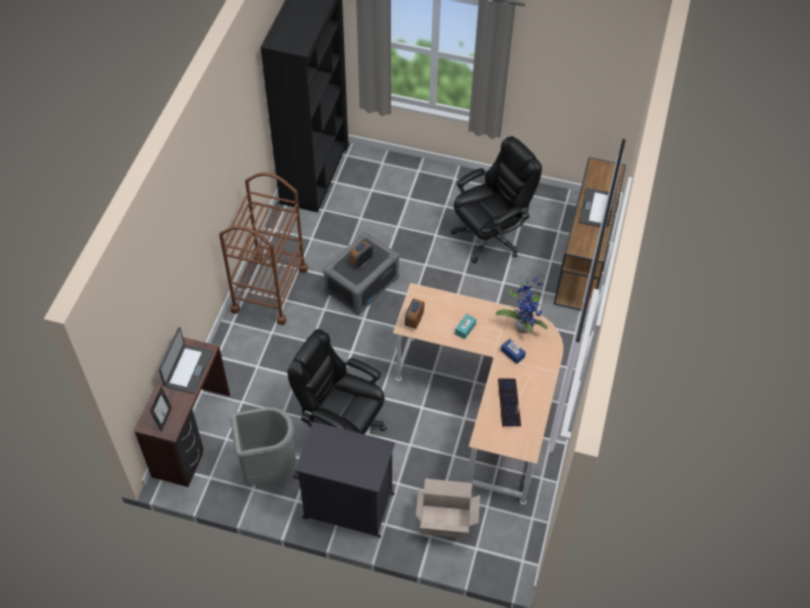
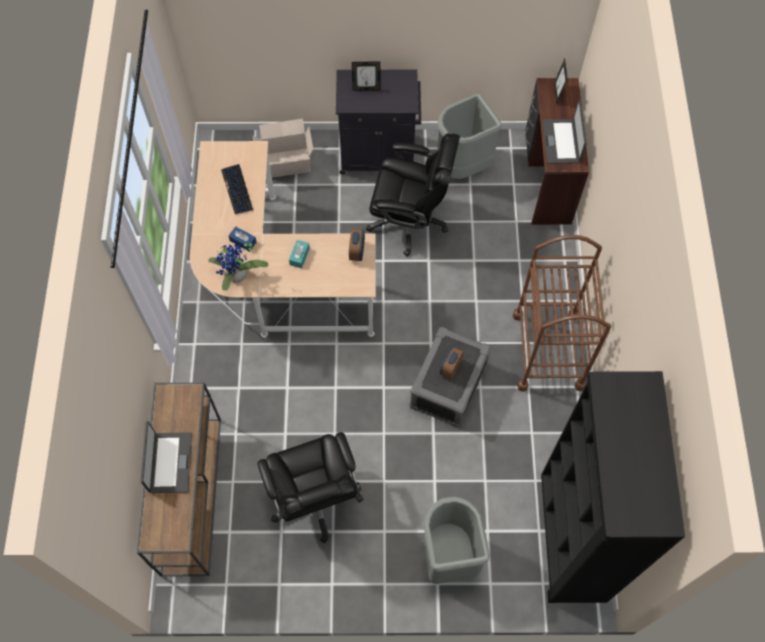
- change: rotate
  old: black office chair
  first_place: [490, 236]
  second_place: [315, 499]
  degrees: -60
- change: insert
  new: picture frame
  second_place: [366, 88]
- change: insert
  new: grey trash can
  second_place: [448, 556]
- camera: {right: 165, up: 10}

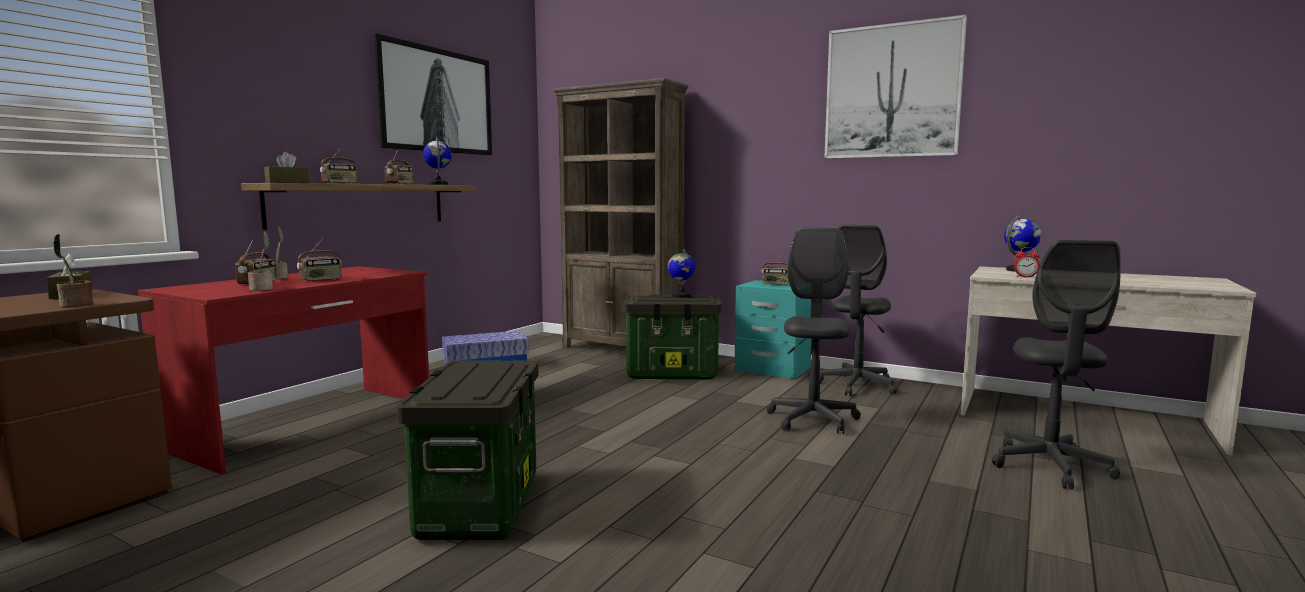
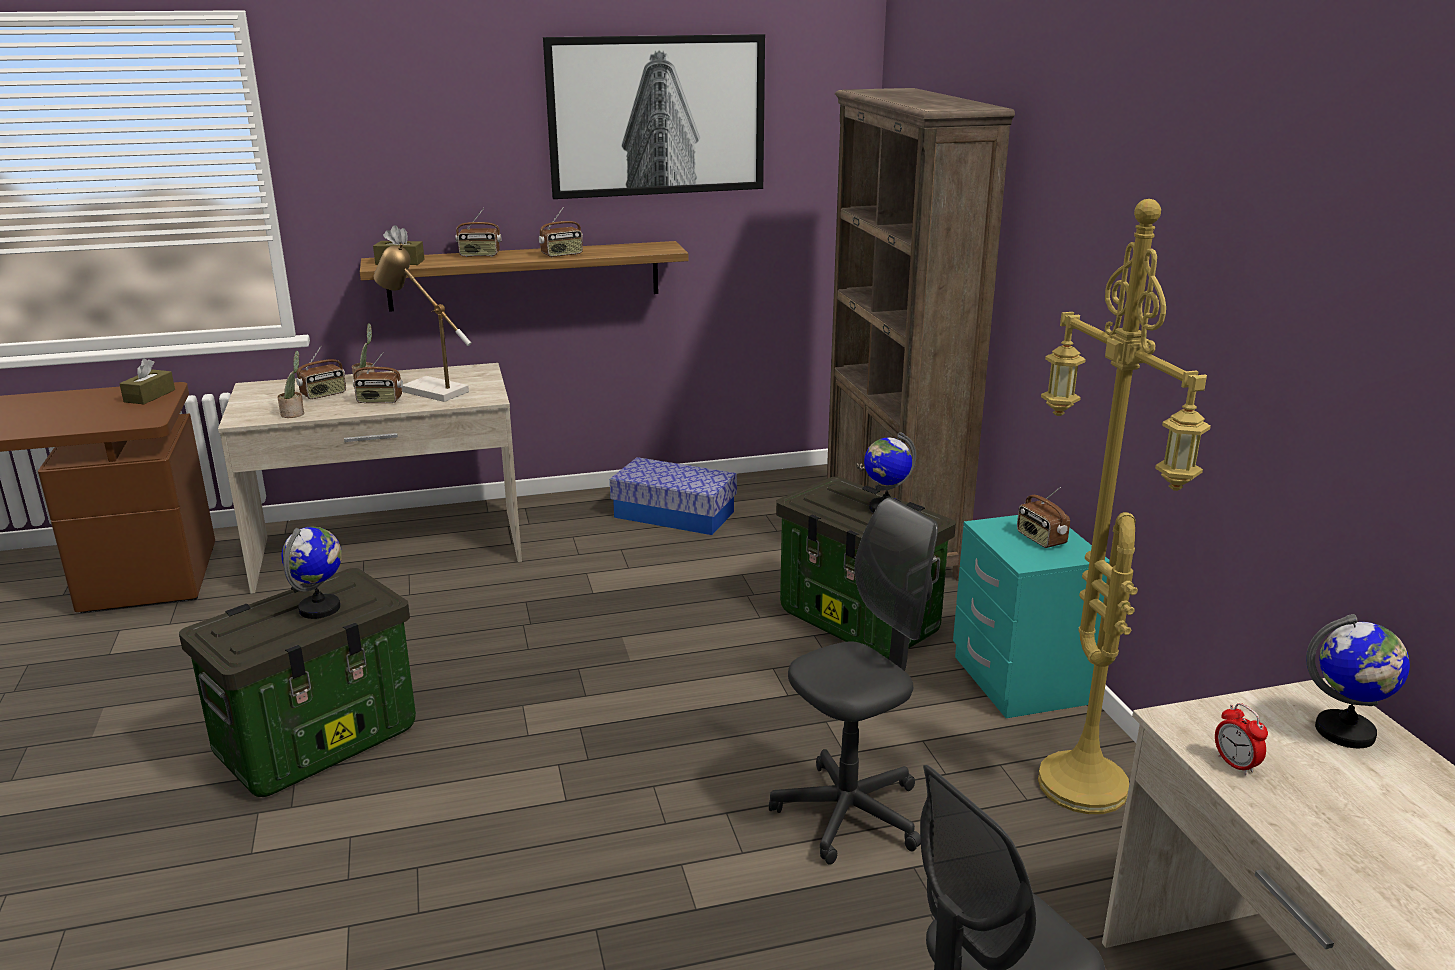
- change: delete
  old: picture
  first_place: [892, 91]
- change: move
  old: globe
  first_place: [438, 184]
  second_place: [320, 608]
- change: replace
  old: grey office chair
  new: yellow floor lamp
  first_place: [857, 386]
  second_place: [1075, 784]
- change: delete
  old: potted plant
  first_place: [75, 305]
- change: recolor
  old: red desk
  new: beige desk
  first_place: [308, 424]
  second_place: [389, 550]
- change: insert
  new: table lamp
  second_place: [427, 390]
- camera: {right: 45, up: 15}

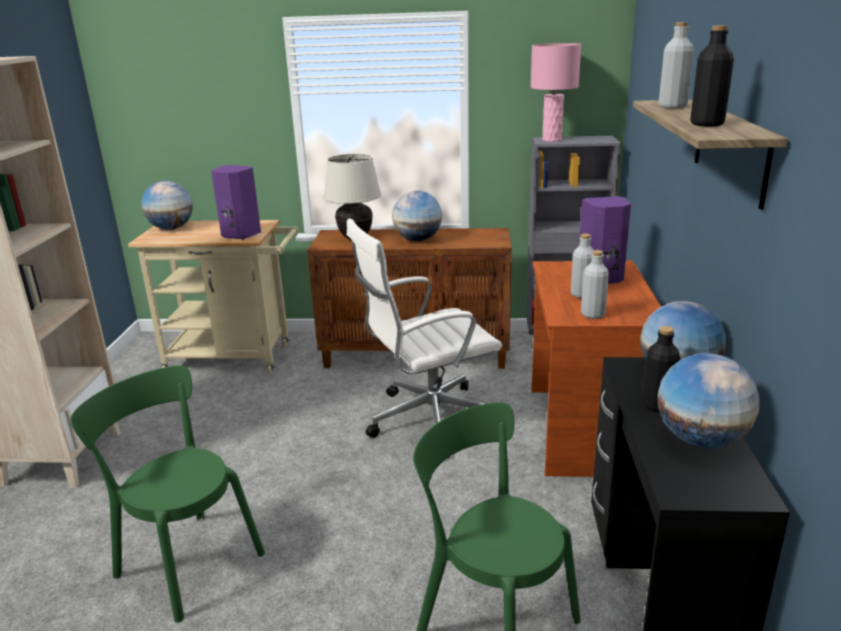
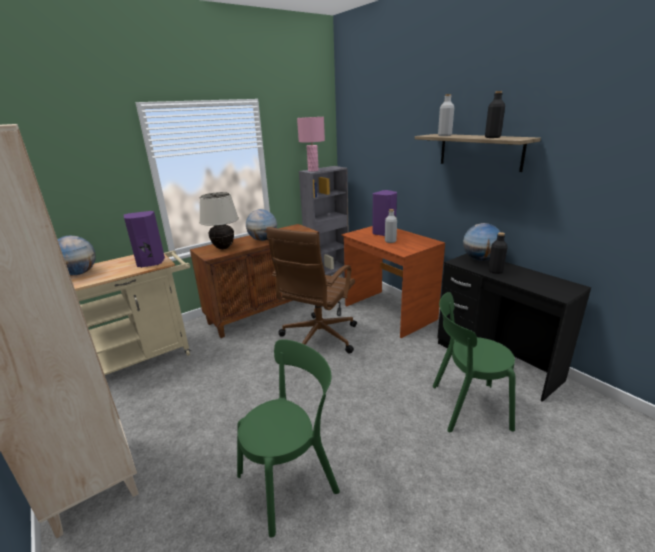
- change: recolor
  old: white office chair
  new: brown office chair
  first_place: [428, 420]
  second_place: [318, 338]
- change: delete
  old: grey bottle
  first_place: [592, 314]
- change: delete
  old: globe
  first_place: [701, 440]
- change: rotate
  old: green chair
  first_place: [186, 561]
  second_place: [291, 480]
  degrees: 150
- camera: {right: -40, up: 0}

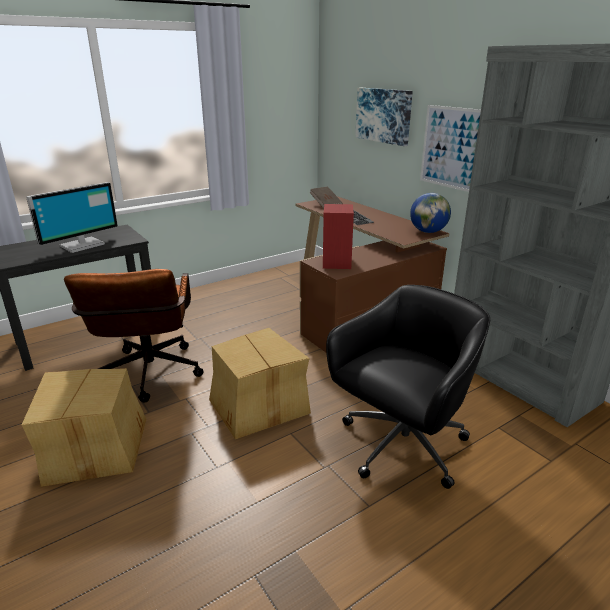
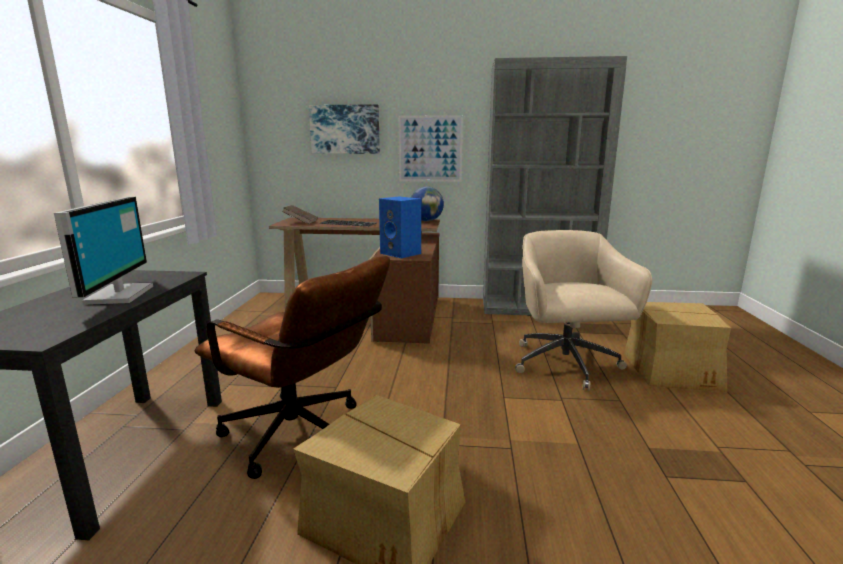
- change: recolor
  old: red speaker
  new: blue speaker
  first_place: [337, 263]
  second_place: [401, 253]
- change: recolor
  old: black office chair
  new: beige office chair
  first_place: [401, 446]
  second_place: [566, 365]
- change: move
  old: cardboard box
  first_place: [258, 405]
  second_place: [673, 370]
- camera: {right: -50, up: -10}

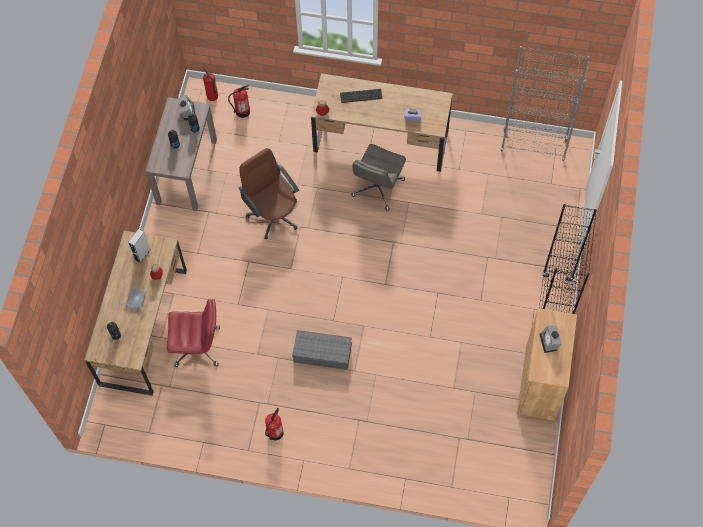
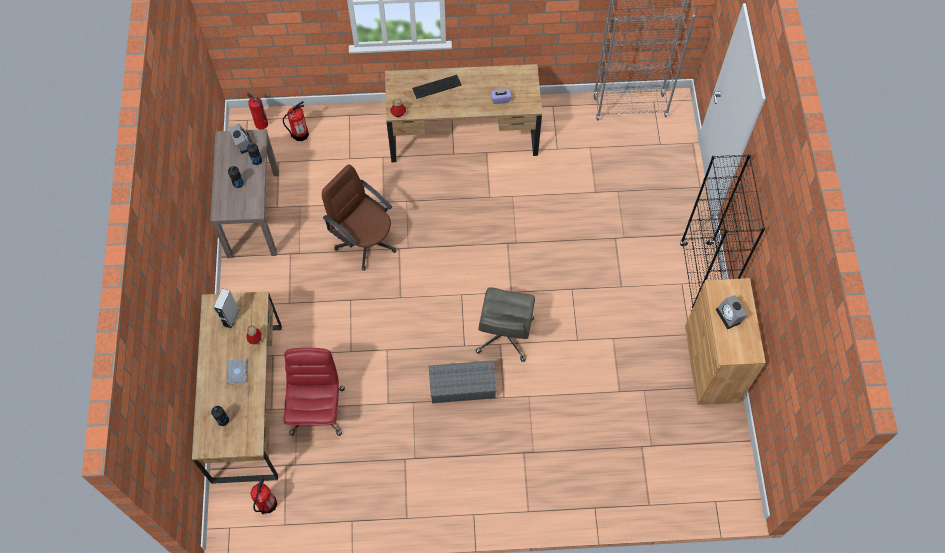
- change: move
  old: grey office chair
  first_place: [378, 188]
  second_place: [504, 336]
- change: rotate
  old: red office chair
  first_place: [198, 346]
  second_place: [317, 410]
  degrees: -75
- change: move
  old: fire extinguisher
  first_place: [275, 432]
  second_place: [267, 504]
- camera: {right: -15, up: 0}

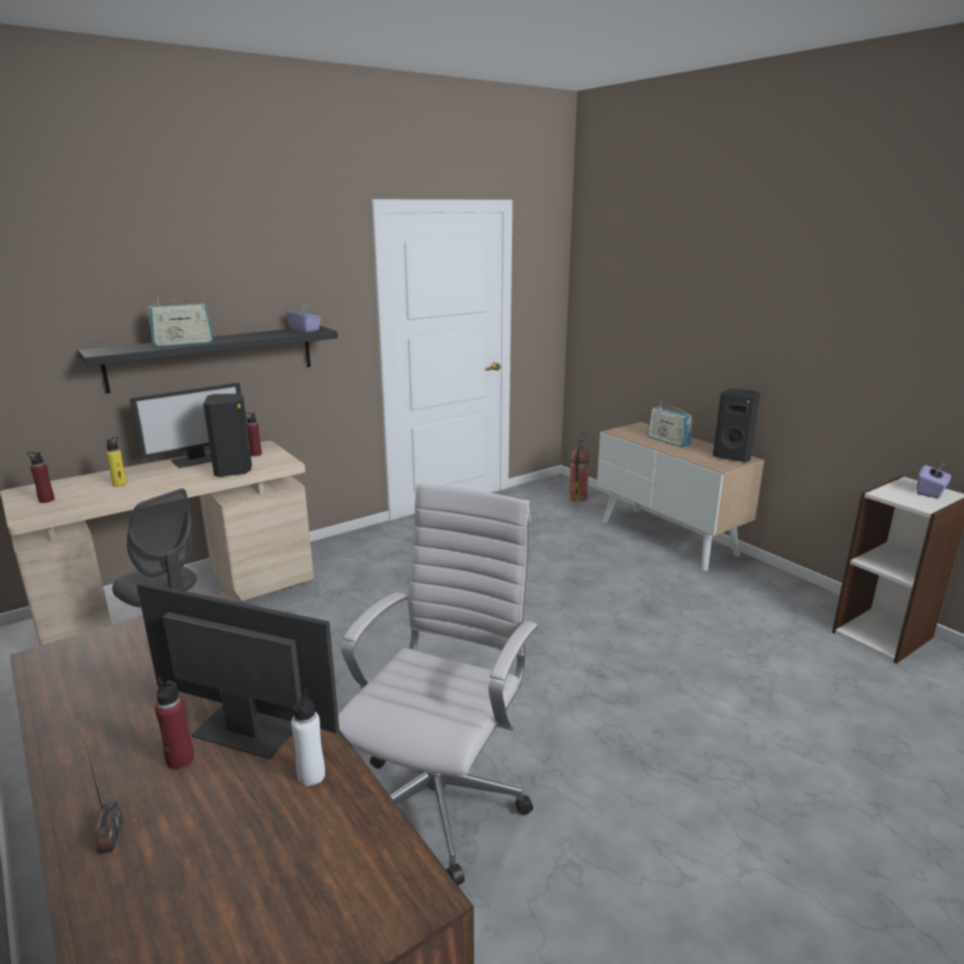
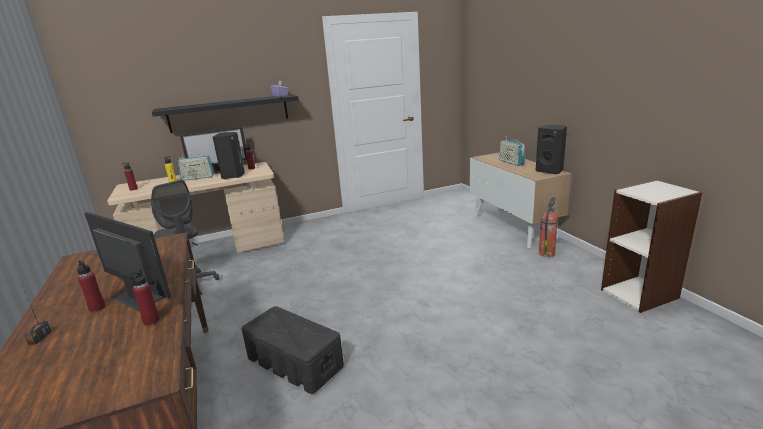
- change: move
  old: radio
  first_place: [183, 344]
  second_place: [198, 178]
- change: move
  old: fire extinguisher
  first_place: [578, 497]
  second_place: [546, 253]
- change: delete
  old: purple tissue box
  first_place: [930, 492]
- change: replace
  old: white office chair
  new: black storage box
  first_place: [442, 799]
  second_place: [295, 363]
- change: recolor
  old: white bottle
  new: red bottle
  first_place: [311, 776]
  second_place: [151, 320]
- camera: {right: 15, up: 0}

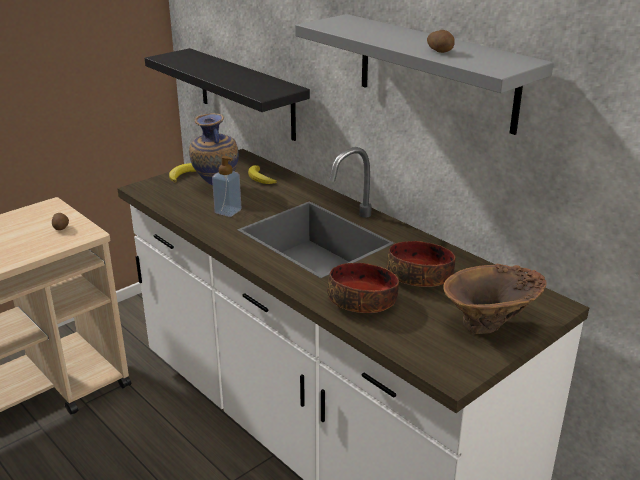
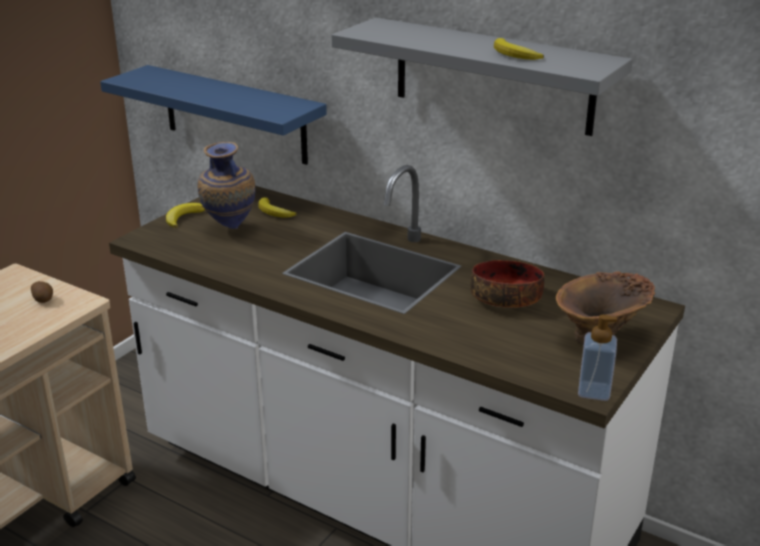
- change: replace
  old: potato
  new: banana
  first_place: [441, 51]
  second_place: [514, 55]
- change: recolor
  old: black shelf
  new: blue shelf
  first_place: [246, 94]
  second_place: [234, 114]
- change: move
  old: soap dispenser
  first_place: [228, 211]
  second_place: [594, 391]
- change: delete
  old: bowl
  first_place: [363, 301]
- camera: {right: -15, up: 0}

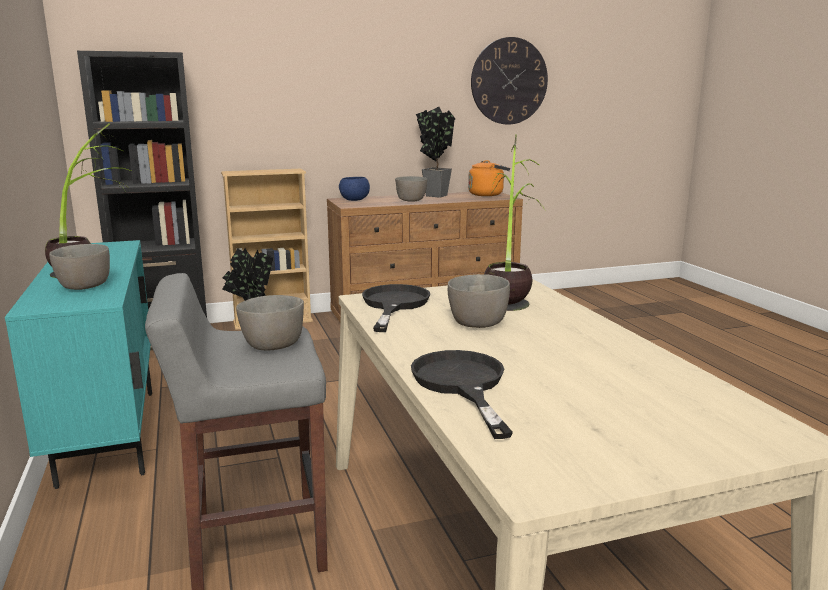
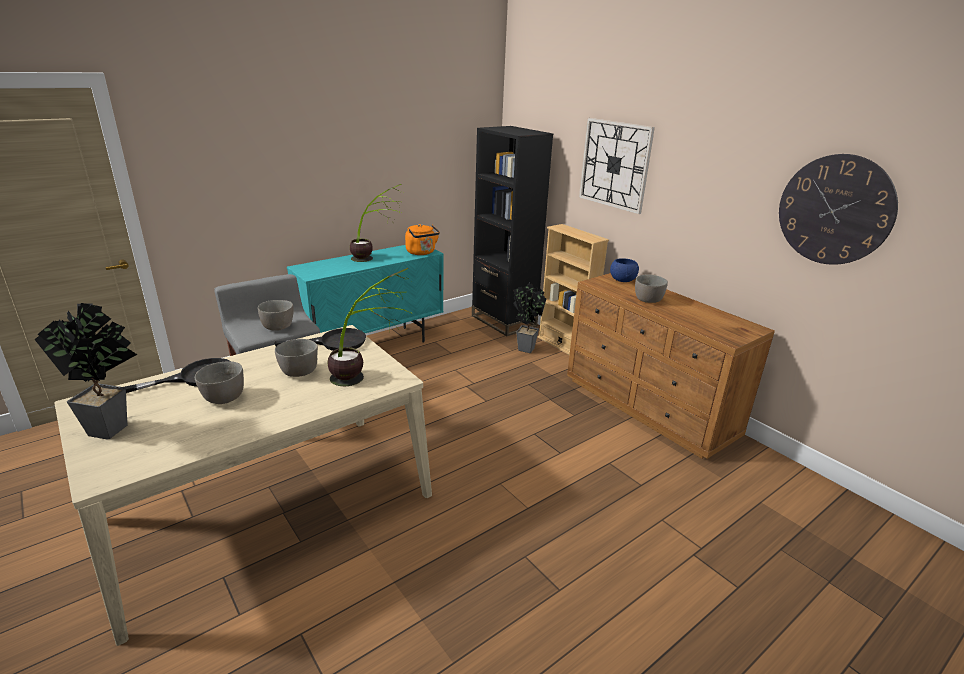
- change: move
  old: potted plant
  first_place: [434, 195]
  second_place: [115, 427]
- change: move
  old: orange kettle
  first_place: [488, 194]
  second_place: [422, 252]
- change: move
  old: grey bowl
  first_place: [84, 287]
  second_place: [223, 398]
- change: insert
  new: wall clock
  second_place: [615, 165]
- camera: {right: 70, up: 10}

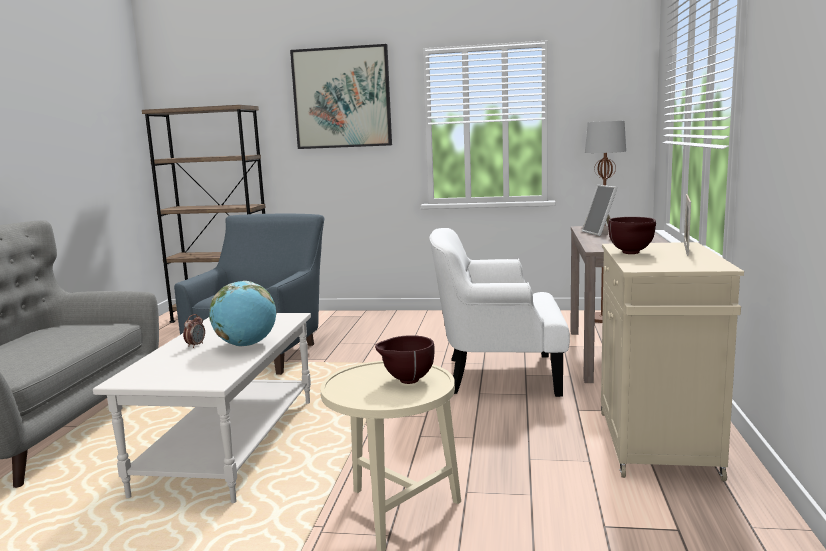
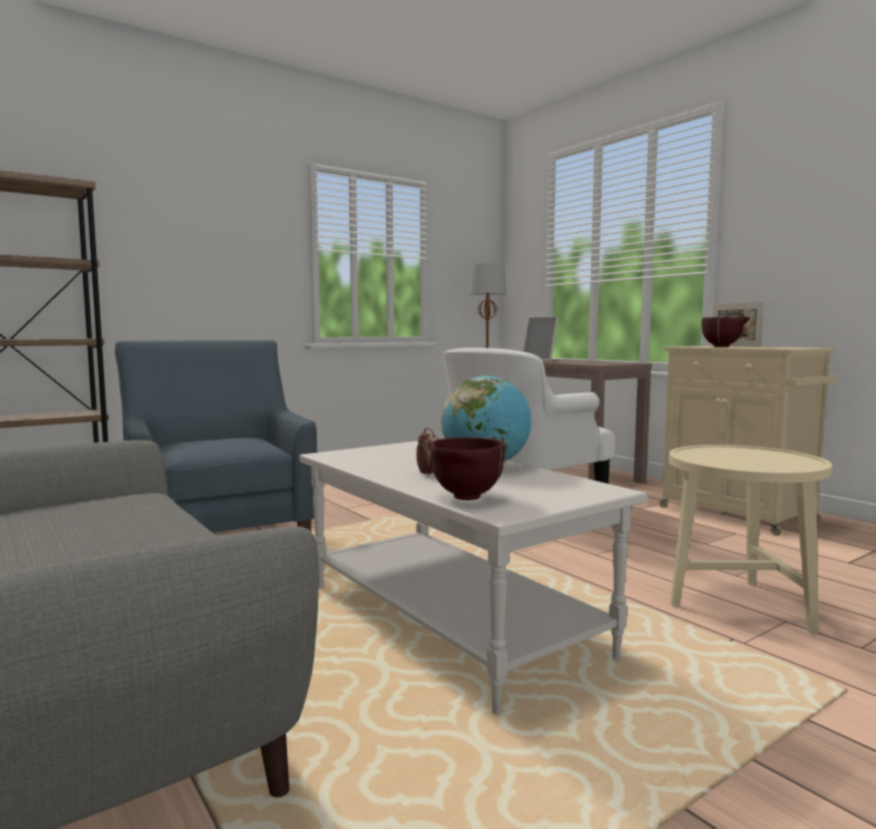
- change: delete
  old: picture
  first_place: [342, 98]
- change: move
  old: brown bowl
  first_place: [406, 381]
  second_place: [465, 498]
- camera: {right: -45, up: -5}

